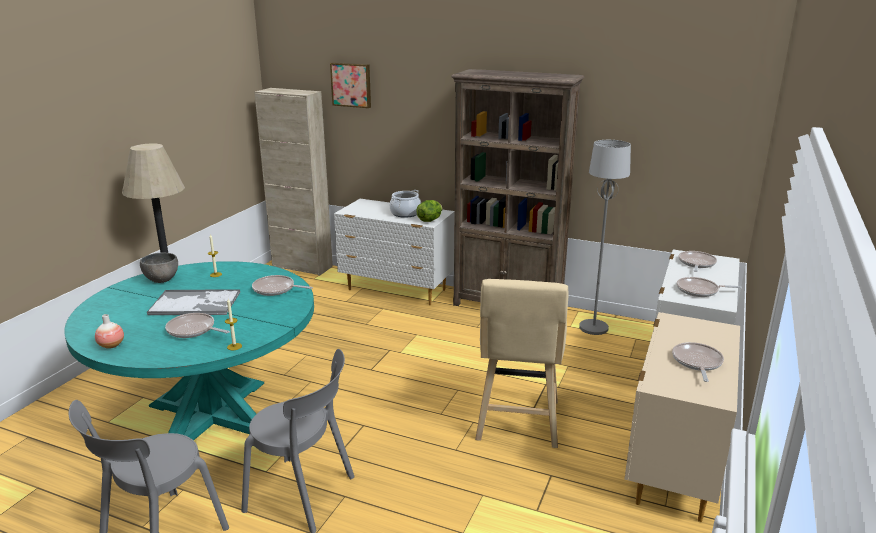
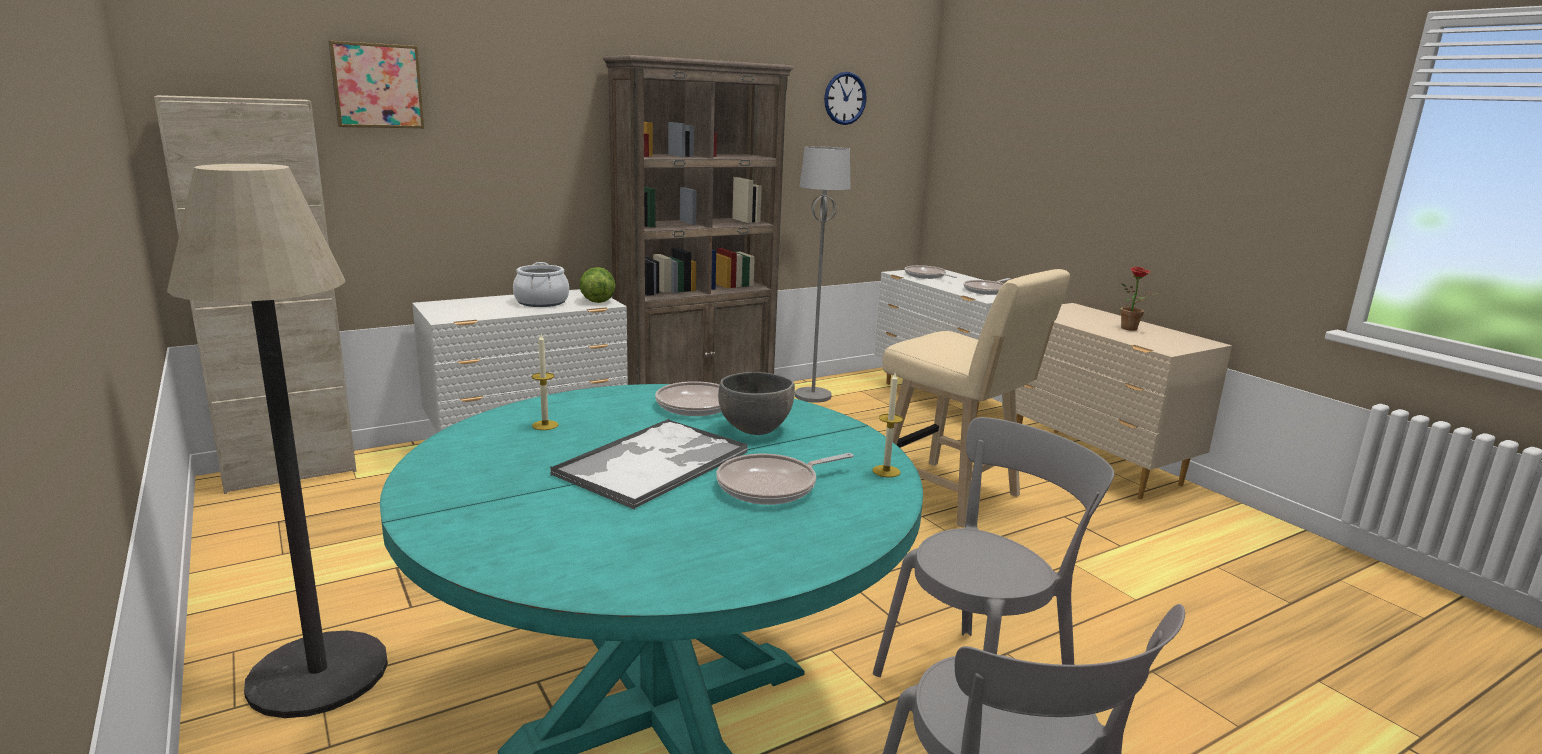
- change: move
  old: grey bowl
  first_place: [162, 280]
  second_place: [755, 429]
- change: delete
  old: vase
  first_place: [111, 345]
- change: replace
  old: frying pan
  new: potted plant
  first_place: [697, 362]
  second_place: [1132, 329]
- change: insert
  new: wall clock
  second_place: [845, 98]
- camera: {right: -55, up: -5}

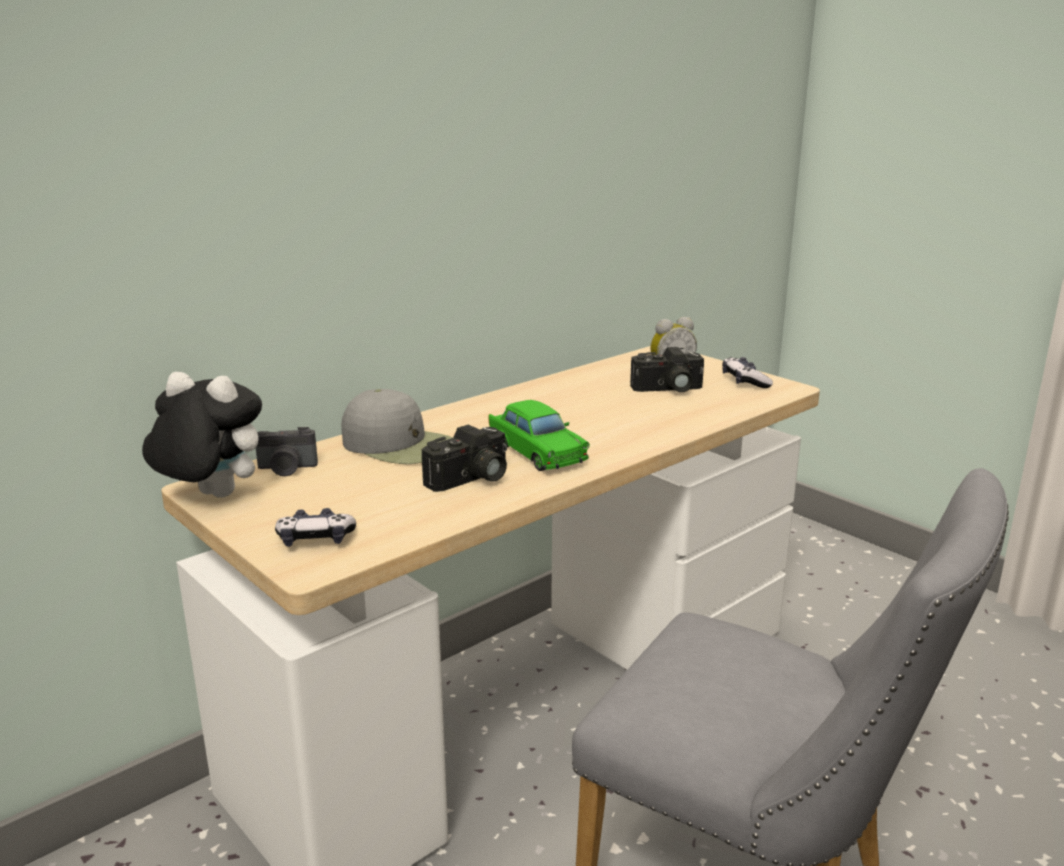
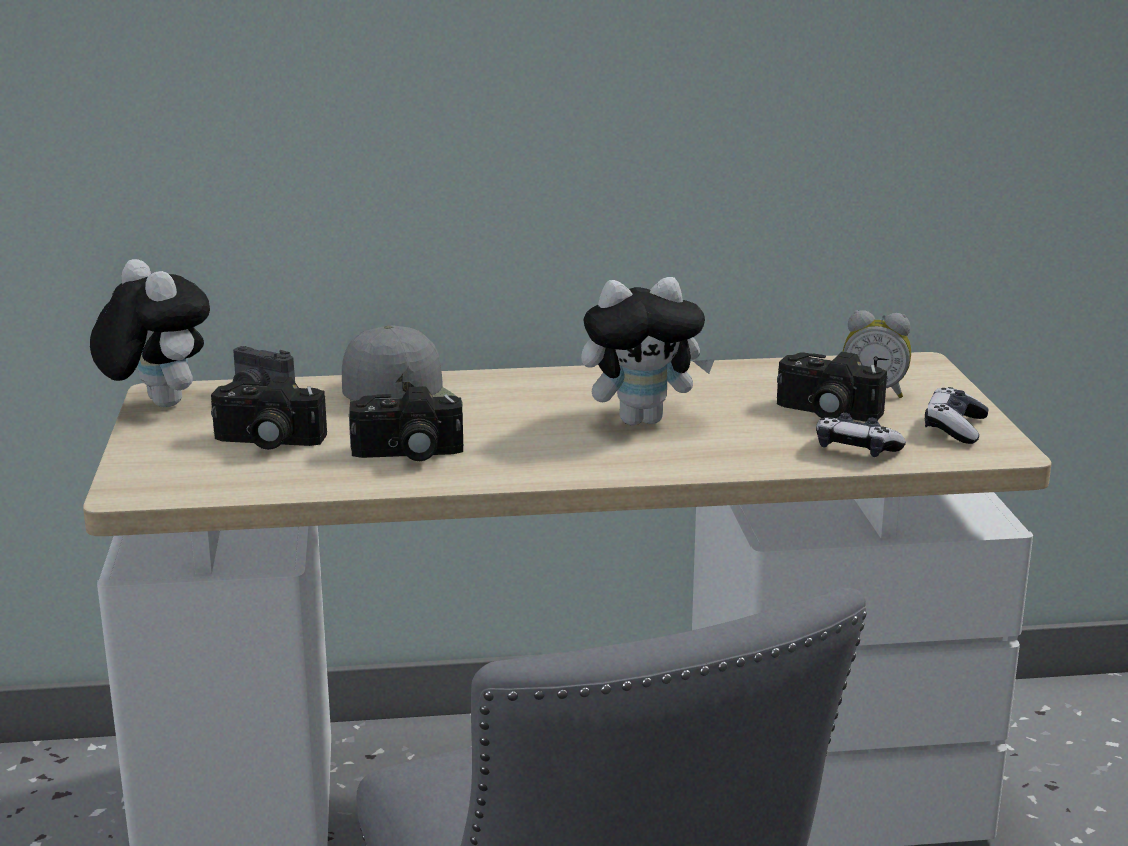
- change: delete
  old: green toy car
  first_place: [536, 451]
- change: move
  old: game controller
  first_place: [315, 539]
  second_place: [856, 450]
- change: insert
  new: plush toy
  second_place: [642, 420]
- change: insert
  new: photo camera
  second_place: [266, 442]
- camera: {right: 35, up: 0}

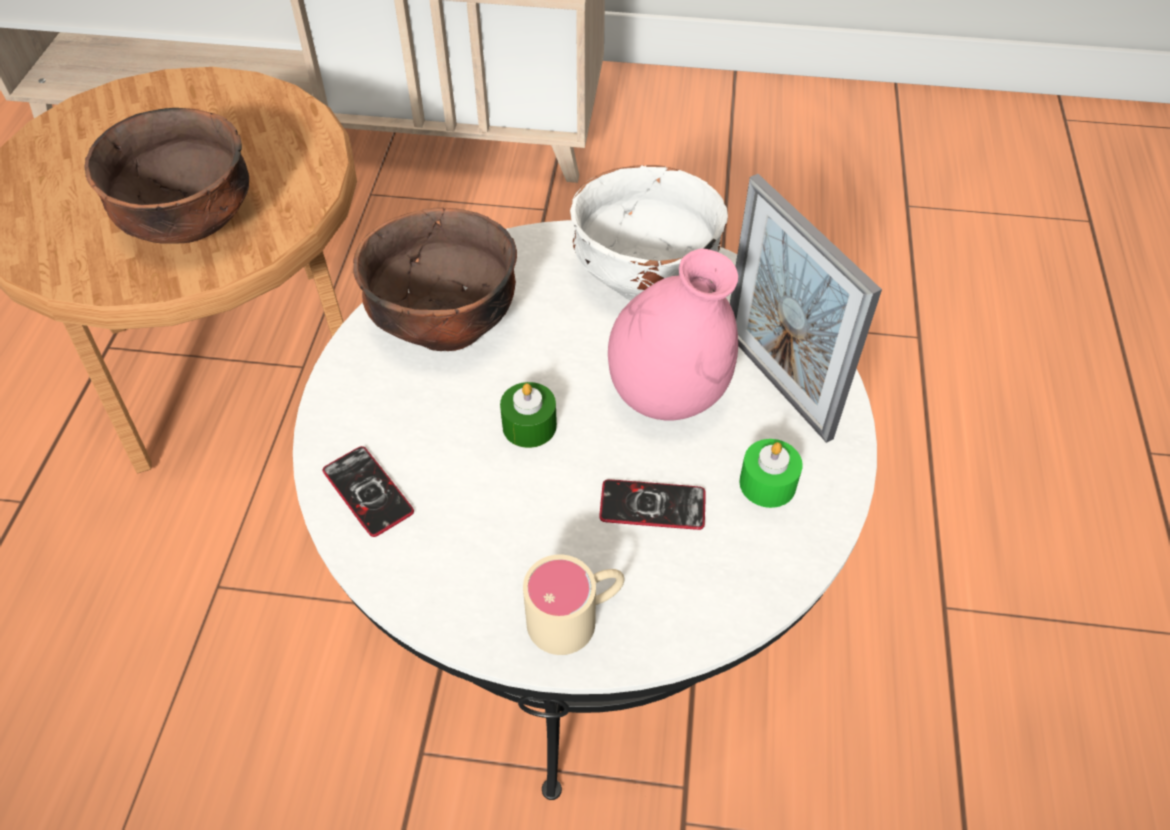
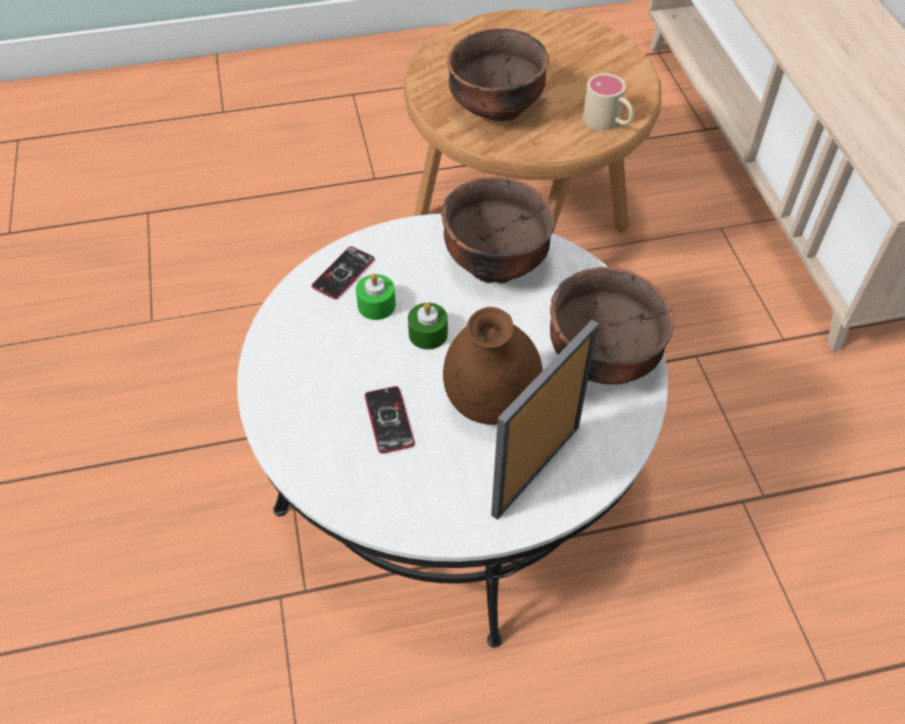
- change: recolor
  old: white bowl
  new: brown bowl
  first_place: [643, 278]
  second_place: [601, 358]
- change: recolor
  old: pink vase
  new: brown vase
  first_place: [667, 396]
  second_place: [490, 404]
- change: move
  old: green candle
  first_place: [767, 483]
  second_place: [376, 305]
- change: move
  old: beige mug
  first_place: [576, 616]
  second_place: [608, 123]
- camera: {right: 70, up: 0}

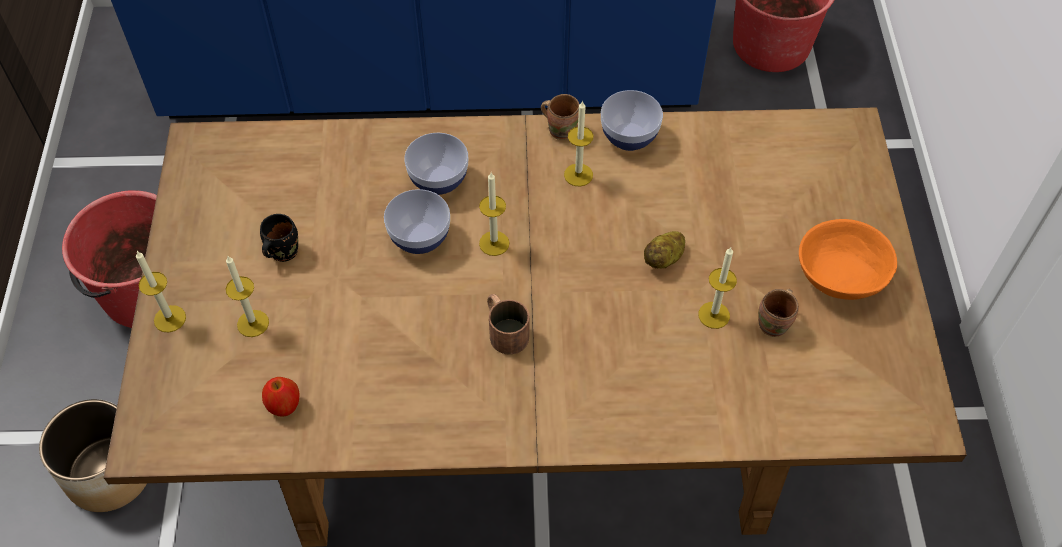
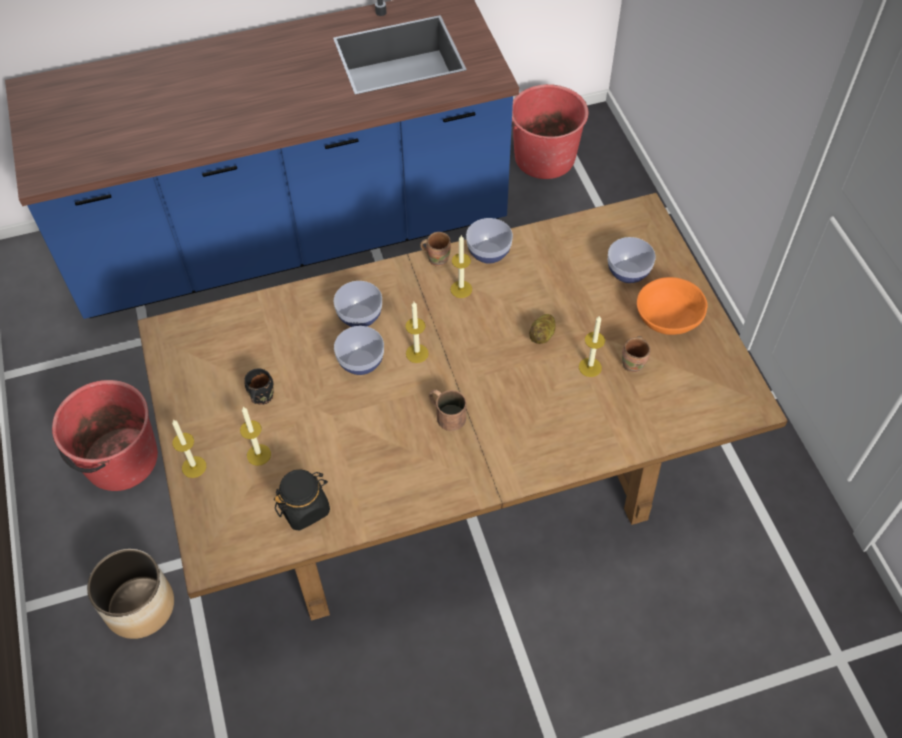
- change: replace
  old: apple
  new: black jar
  first_place: [284, 406]
  second_place: [304, 508]
- change: insert
  new: bowl
  second_place: [628, 272]
- camera: {right: -15, up: 0}

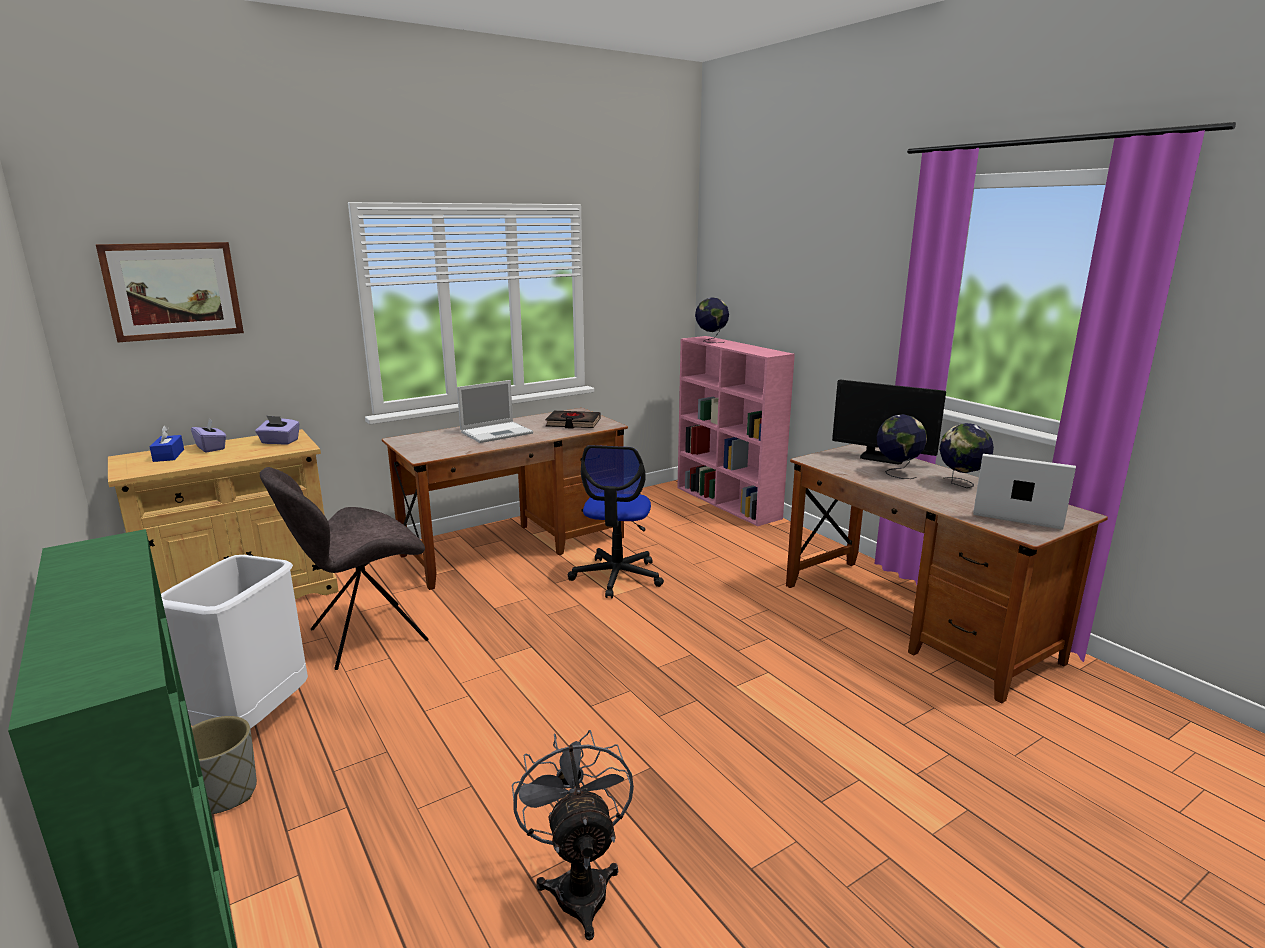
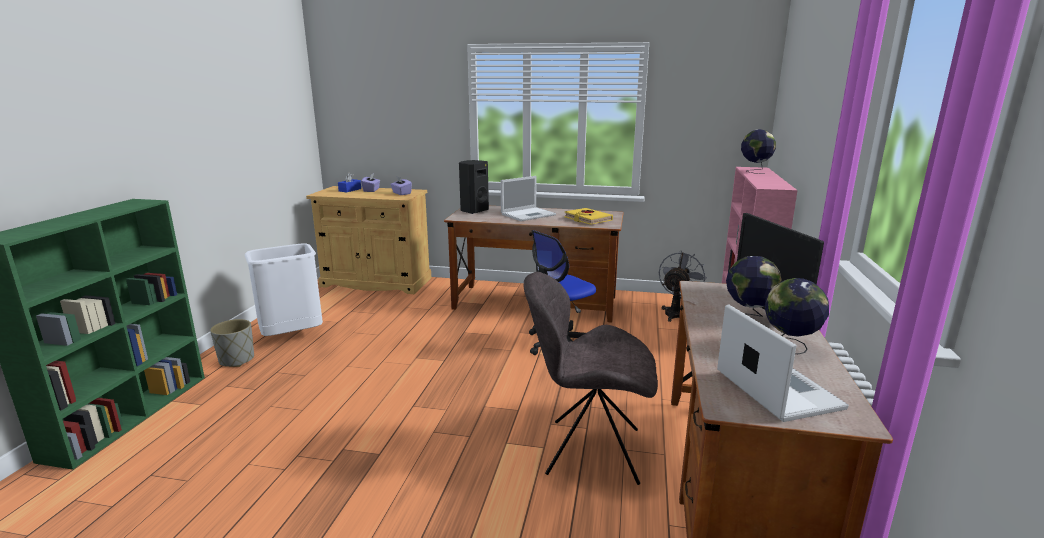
- change: delete
  old: picture
  first_place: [173, 290]
- change: rotate
  old: laptop
  first_place: [497, 432]
  second_place: [529, 214]
  degrees: -45
- change: recolor
  old: black book
  new: yellow book
  first_place: [573, 423]
  second_place: [588, 219]
- change: move
  old: grey chair
  first_place: [363, 636]
  second_place: [589, 450]
- change: move
  old: grey fan
  first_place: [578, 884]
  second_place: [676, 313]
- change: insert
  new: black speaker
  second_place: [473, 211]
- camera: {right: 45, up: 0}

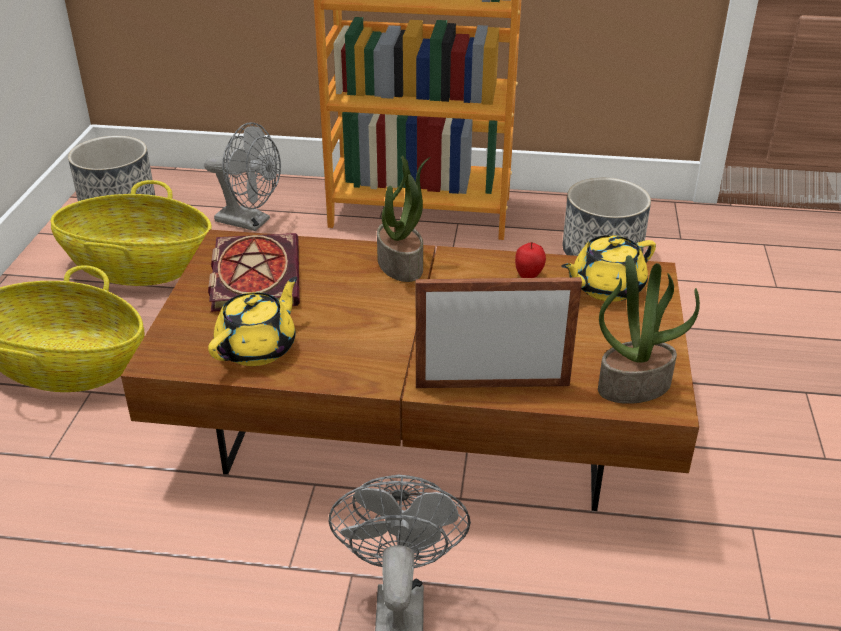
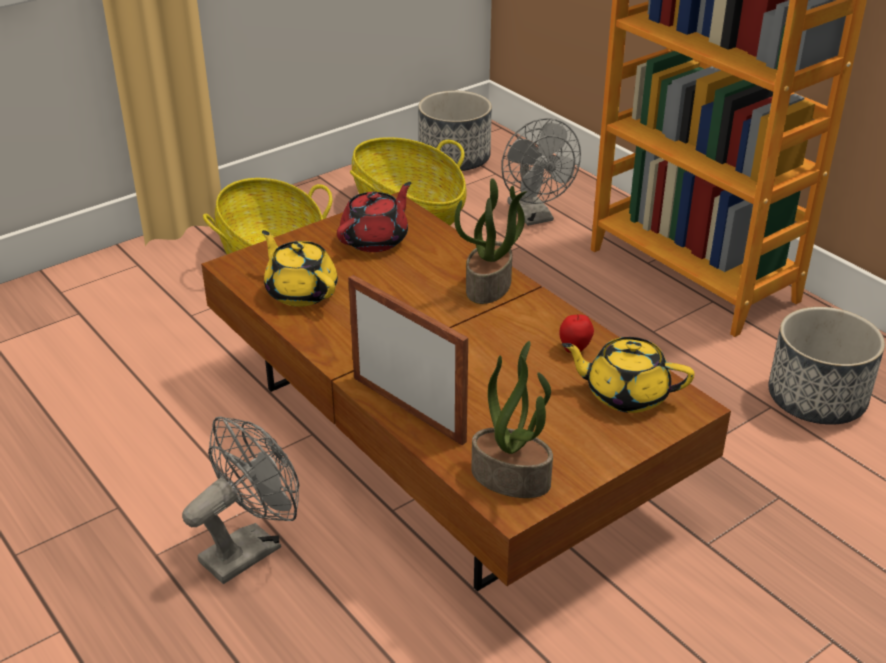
- change: replace
  old: book
  new: red teapot
  first_place: [253, 275]
  second_place: [376, 239]
- change: rotate
  old: yellow teapot
  first_place: [258, 348]
  second_place: [301, 291]
  degrees: -120
- camera: {right: 45, up: 0}

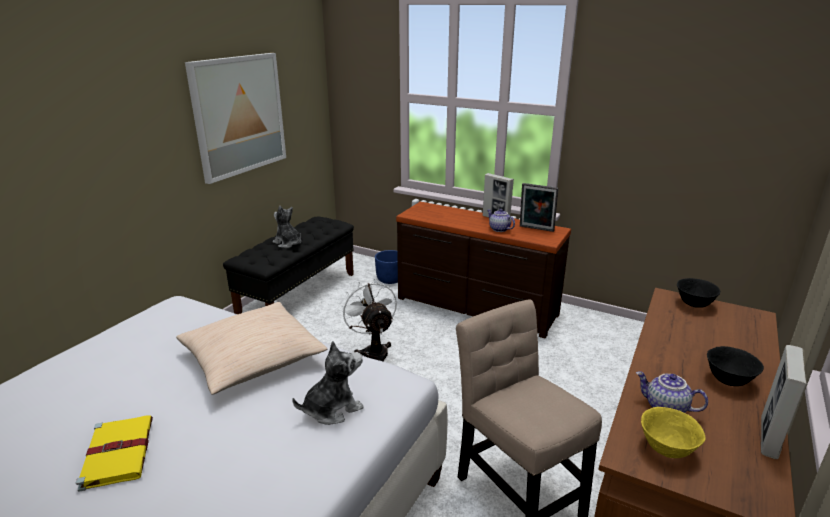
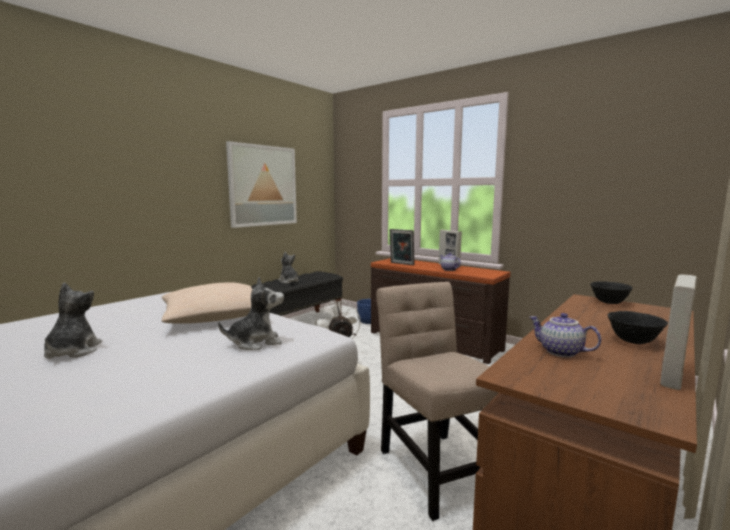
- change: move
  old: picture frame
  first_place: [536, 229]
  second_place: [401, 264]
- change: delete
  old: yellow bowl
  first_place: [666, 449]
- change: replace
  old: yellow book
  new: plush toy
  first_place: [118, 452]
  second_place: [72, 352]
- camera: {right: 10, up: -15}

